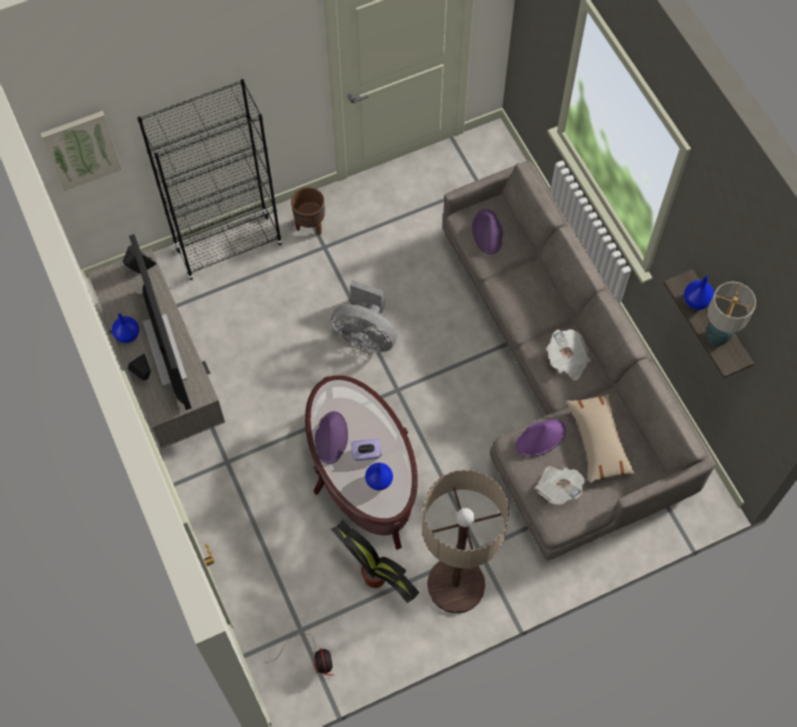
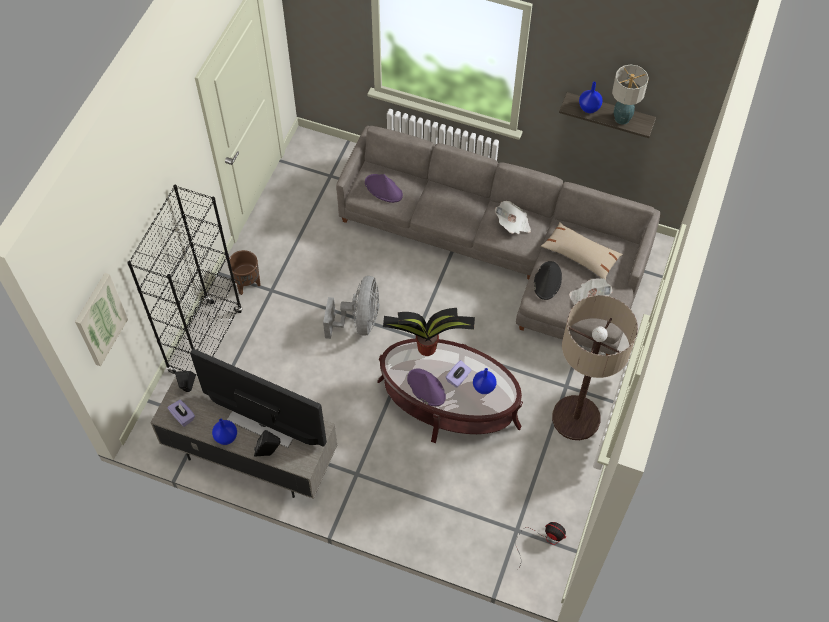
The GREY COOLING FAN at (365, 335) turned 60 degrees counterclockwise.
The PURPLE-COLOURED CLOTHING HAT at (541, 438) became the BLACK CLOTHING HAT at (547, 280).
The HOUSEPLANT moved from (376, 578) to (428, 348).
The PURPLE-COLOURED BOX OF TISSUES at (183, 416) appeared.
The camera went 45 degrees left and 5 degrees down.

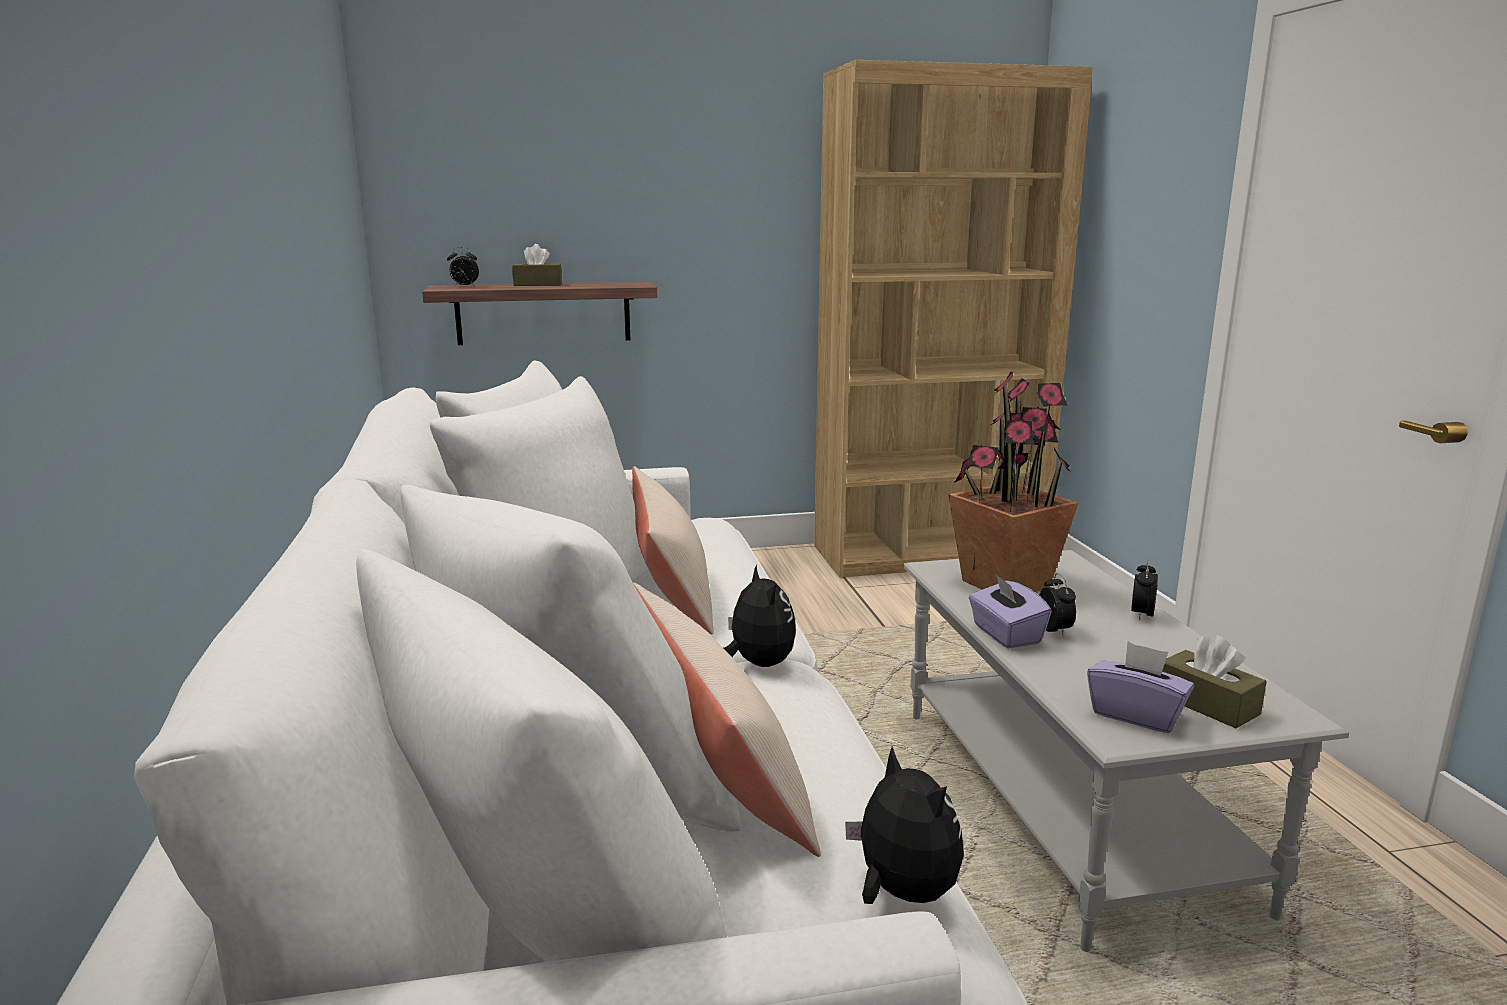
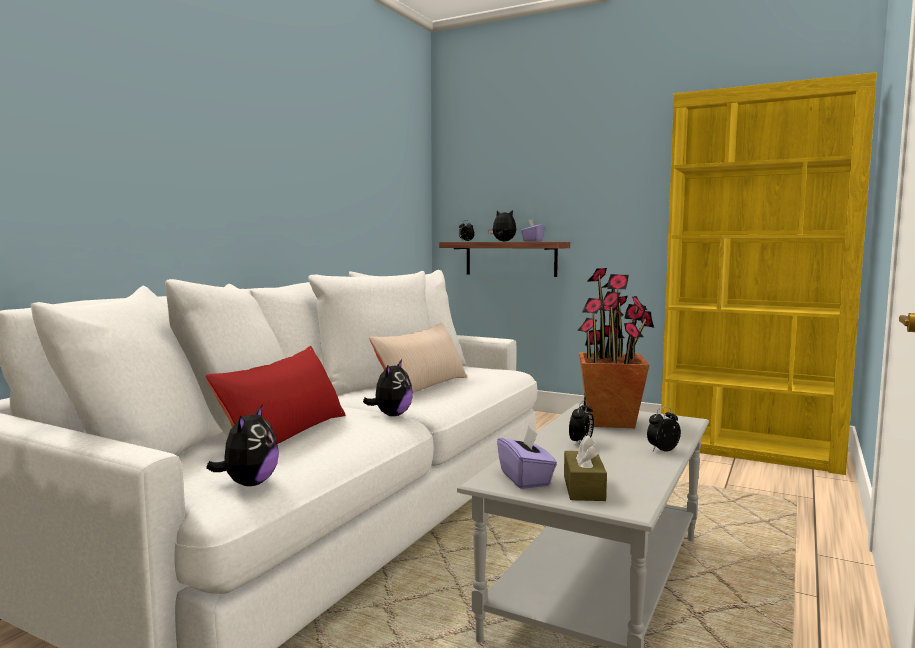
The BROWNISH BOOKCASE at (928, 554) became the YELLOWISH BOOKCASE at (750, 450).
The BROWNISH BOX OF TISSUES at (538, 284) was replaced by the CUDDLY TOY at (503, 241).
The PURPLE-COLOURED BOX OF TISSUES moved from (1005, 634) to (532, 241).
The BEIGE-COLOURED PILLOW at (716, 769) became the RED PILLOW at (285, 435).
The camera went 40 degrees right and 10 degrees down.

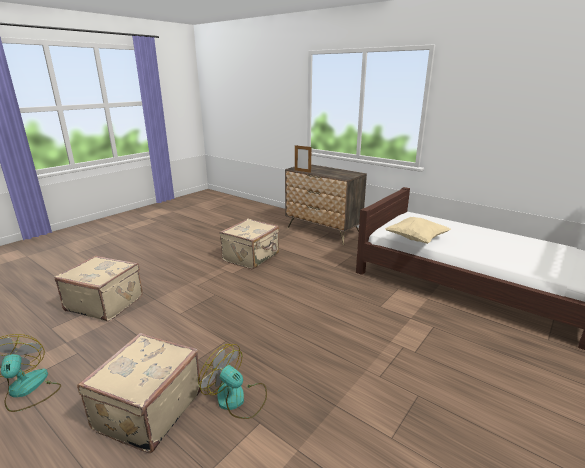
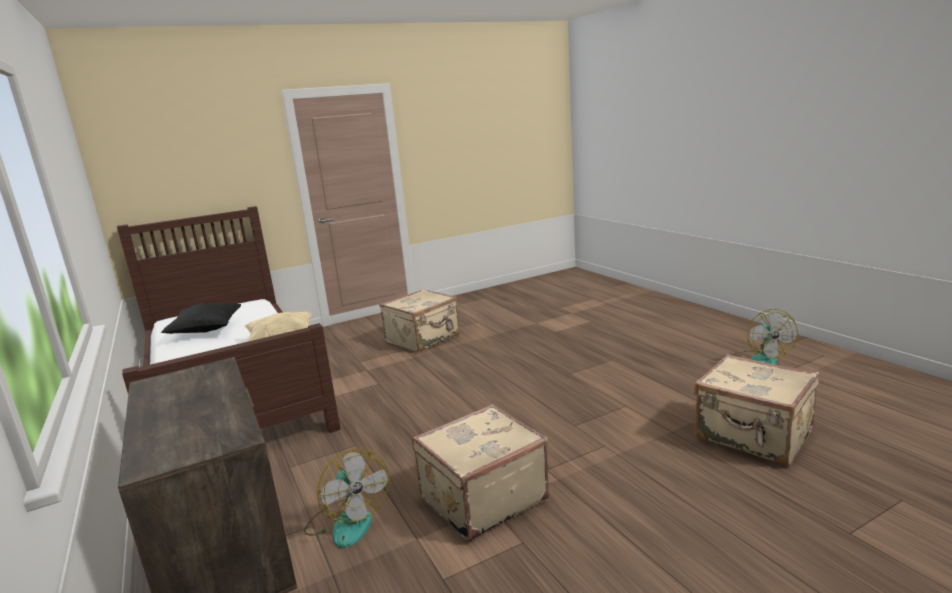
The PHOTO FRAME at (302, 171) disappeared.
The BEIGE-COLOURED SUITCASE moved from (147, 410) to (424, 339).
The COOLING FAN moved from (237, 399) to (348, 522).
The BLACK PILLOW at (206, 331) appeared.
The camera went 155 degrees left and 5 degrees down.

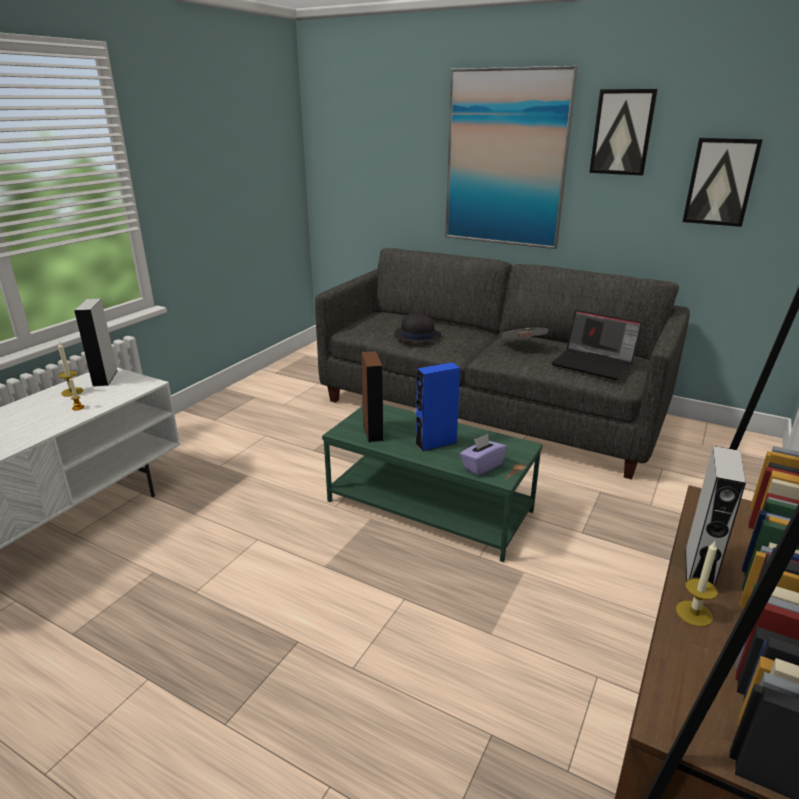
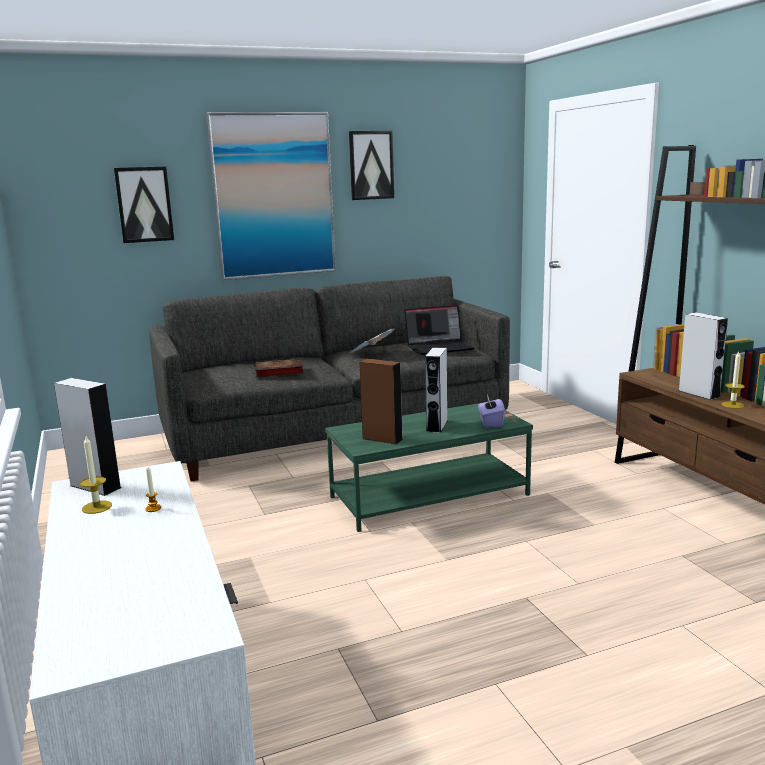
The WALL ART moved from (720, 182) to (144, 204).
The BLACK CLOTHING HAT at (417, 335) was replaced by the VOLUME at (278, 371).
The BLUISH LOUDSPEAKER at (436, 443) became the GREY LOUDSPEAKER at (437, 426).
The camera went 50 degrees left and 10 degrees down.

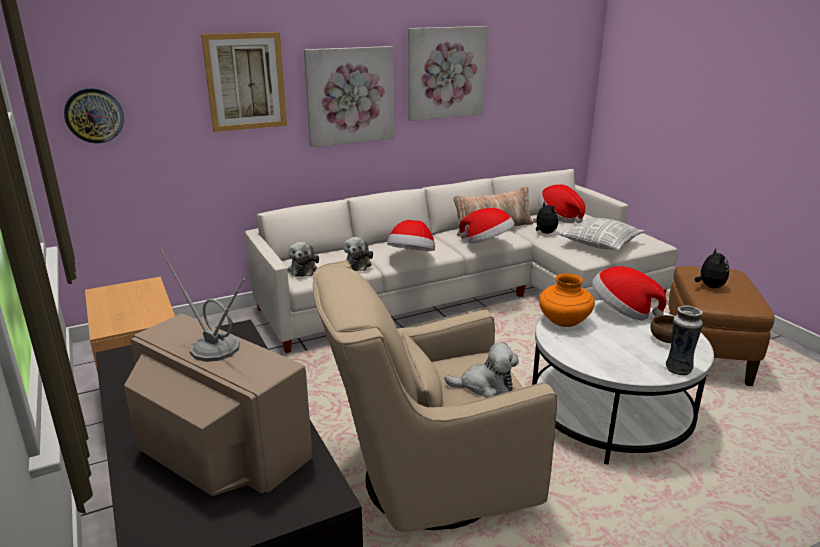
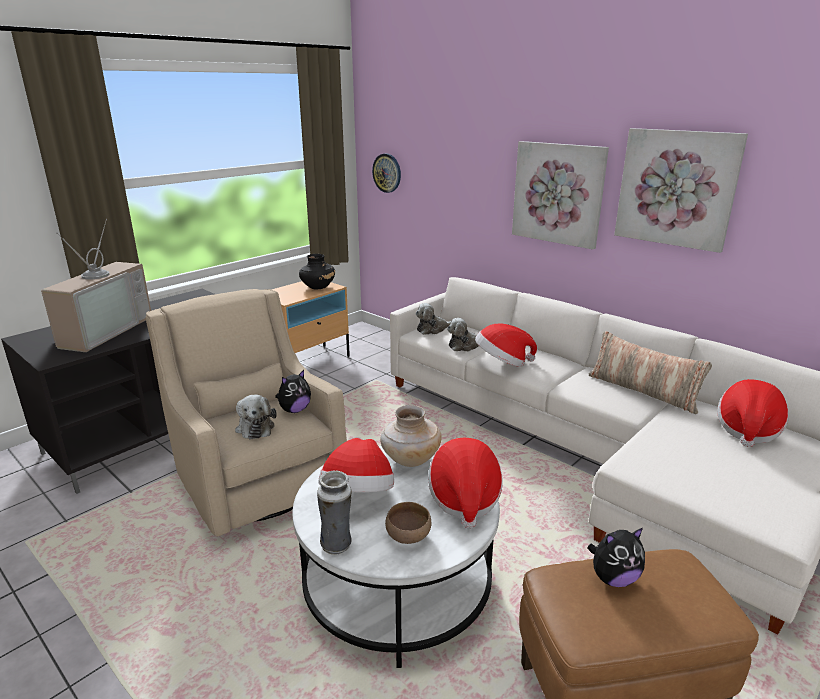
The WALL ART at (245, 82) disappeared.
The CUDDLY TOY moved from (544, 233) to (294, 410).
The CLOTHING HAT moved from (487, 243) to (358, 495).
The PILLOW at (600, 244) disappeared.
The ORANGE-COLOURED VASE at (563, 322) became the BEIGE-COLOURED VASE at (410, 459).
The BLACK VASE at (317, 287) appeared.
The camera went 70 degrees right and 0 degrees up.

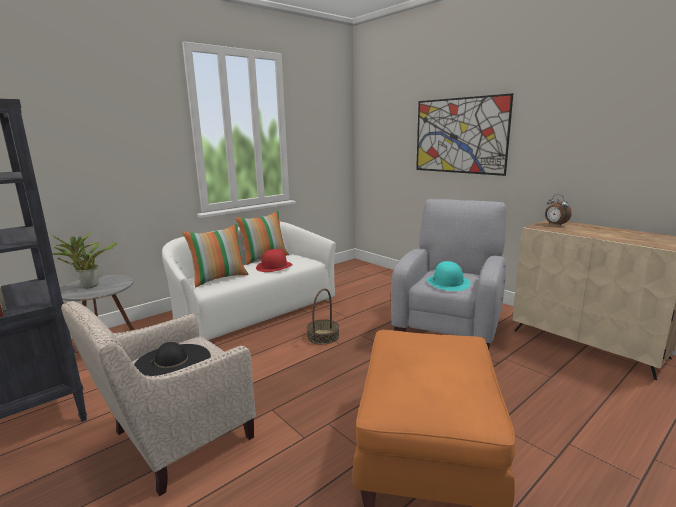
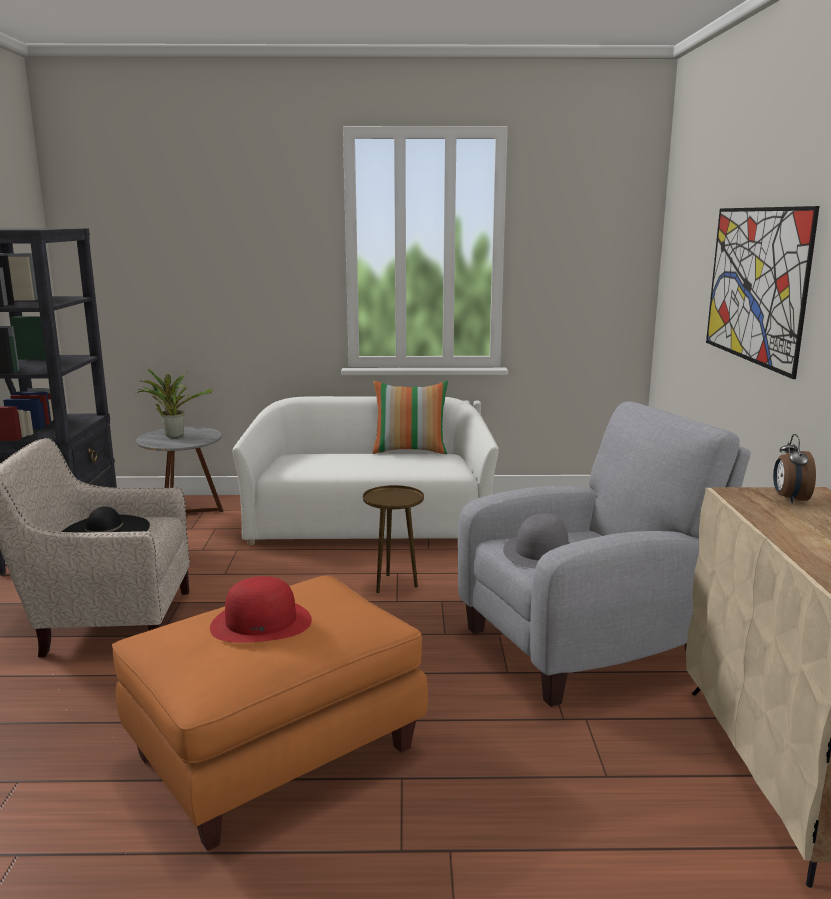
The PILLOW at (219, 278) disappeared.
The RED CLOTHING HAT moved from (274, 266) to (261, 622).
The TURQUOISE CLOTHING HAT at (448, 282) became the GREY CLOTHING HAT at (541, 552).
The HOUSEHOLD BASKET at (323, 336) was replaced by the BROWNISH SIDE TABLE at (394, 584).
The camera went 40 degrees right and 0 degrees up.

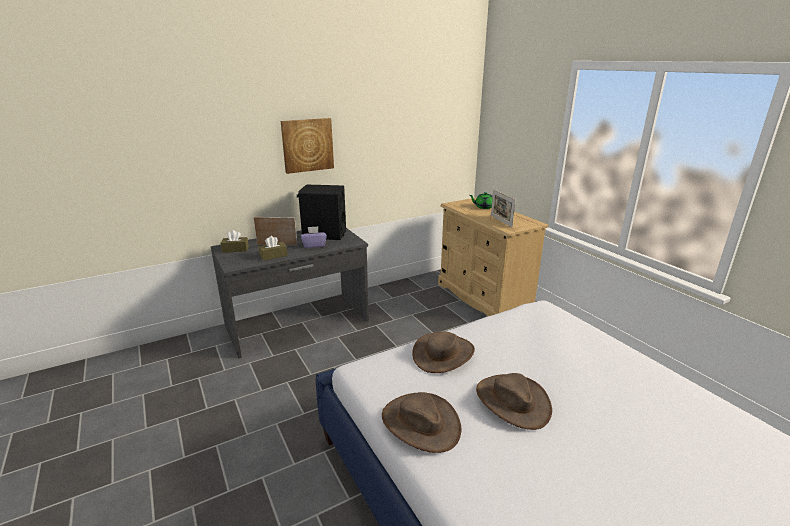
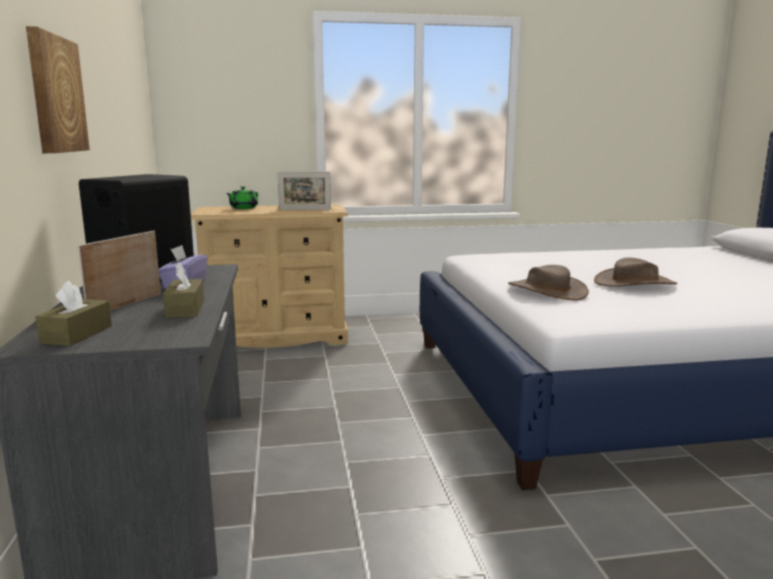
The BROWNISH CLOTHING HAT at (420, 423) disappeared.
The camera went 70 degrees left and 10 degrees down.

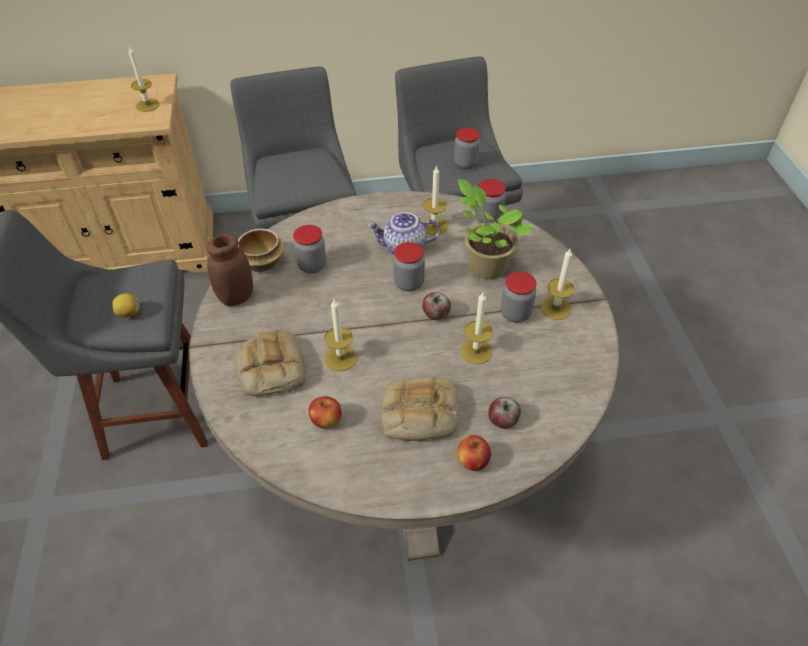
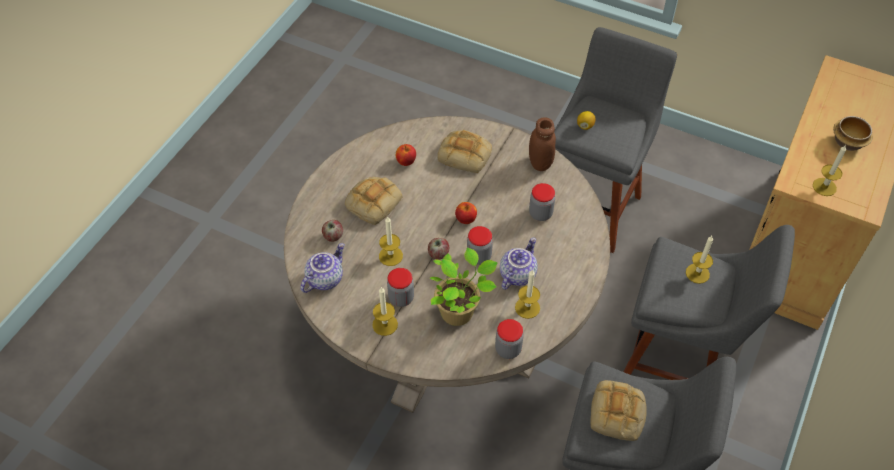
The JAR at (465, 163) was replaced by the BREAD at (618, 414).
The SERVING BOWL moved from (262, 263) to (847, 142).
The CANDLE moved from (340, 358) to (697, 273).
The APPLE moved from (472, 462) to (465, 219).
The POT FOR TEA at (324, 278) appeared.
The camera went 125 degrees right and 5 degrees up.

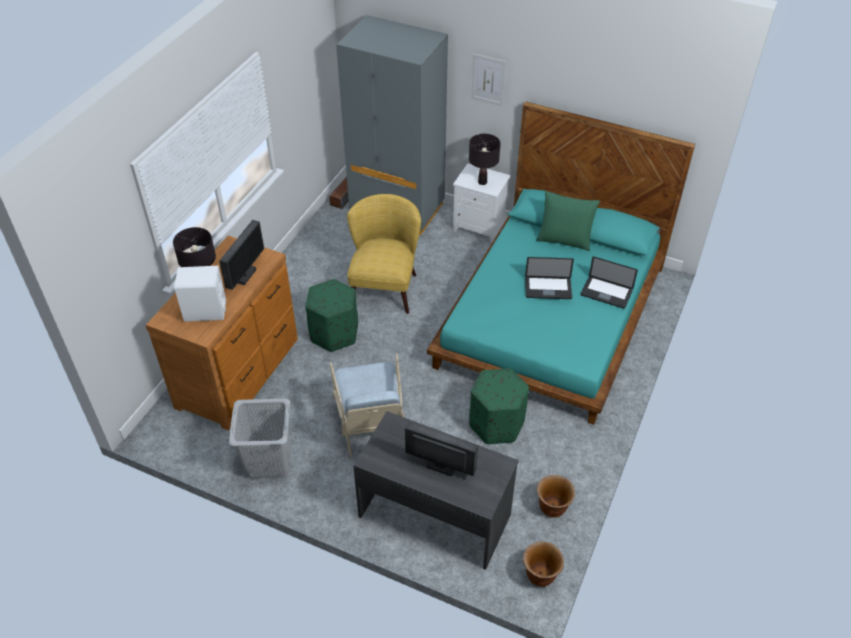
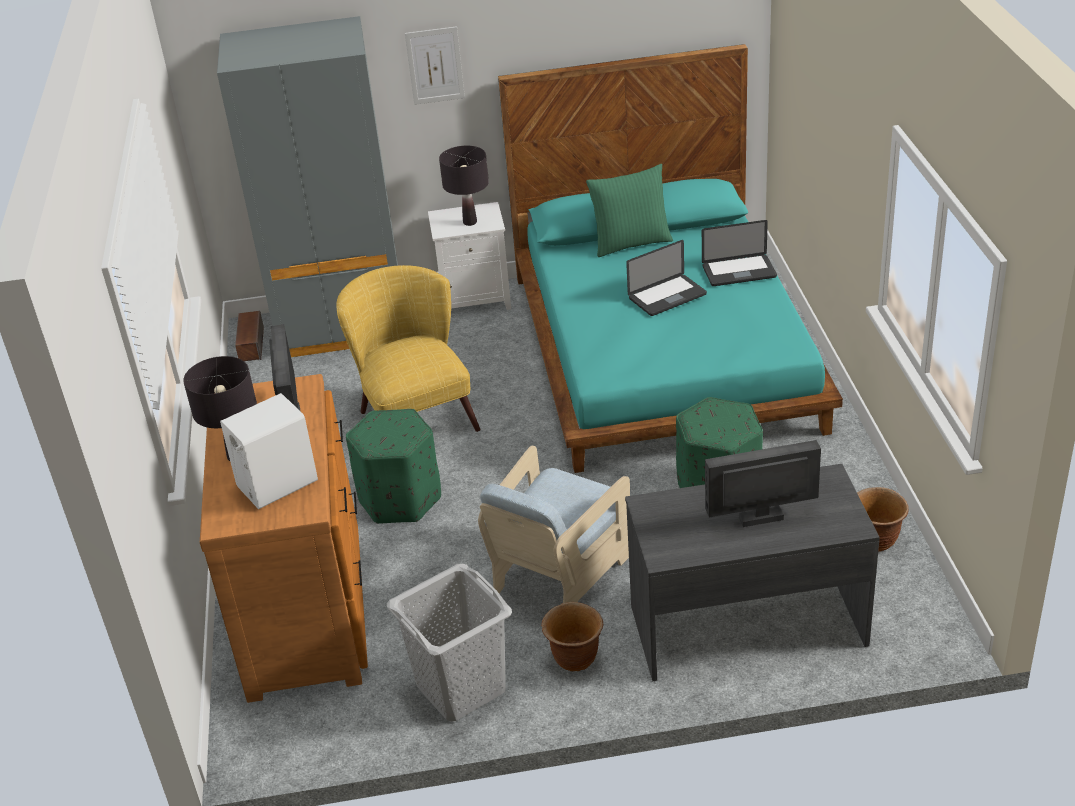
The BEIGE-COLOURED EASY CHAIR at (371, 424) turned 75 degrees clockwise.
The BROWNISH PLANT POT moved from (540, 575) to (574, 658).
The camera went 30 degrees left and 10 degrees down.

